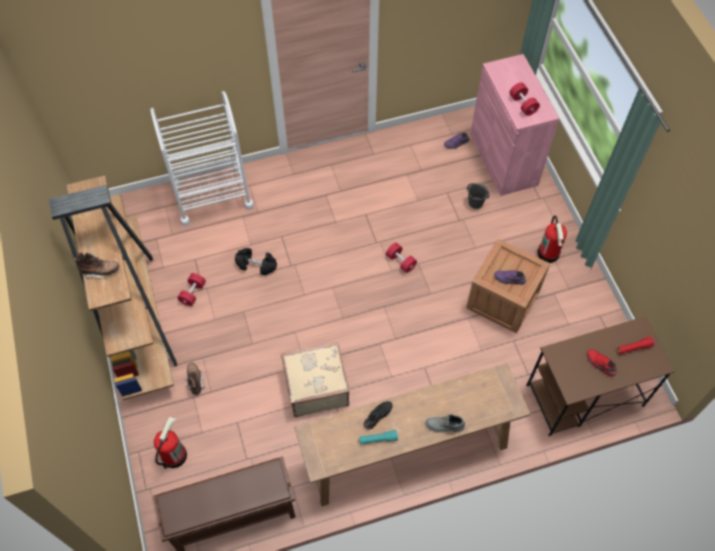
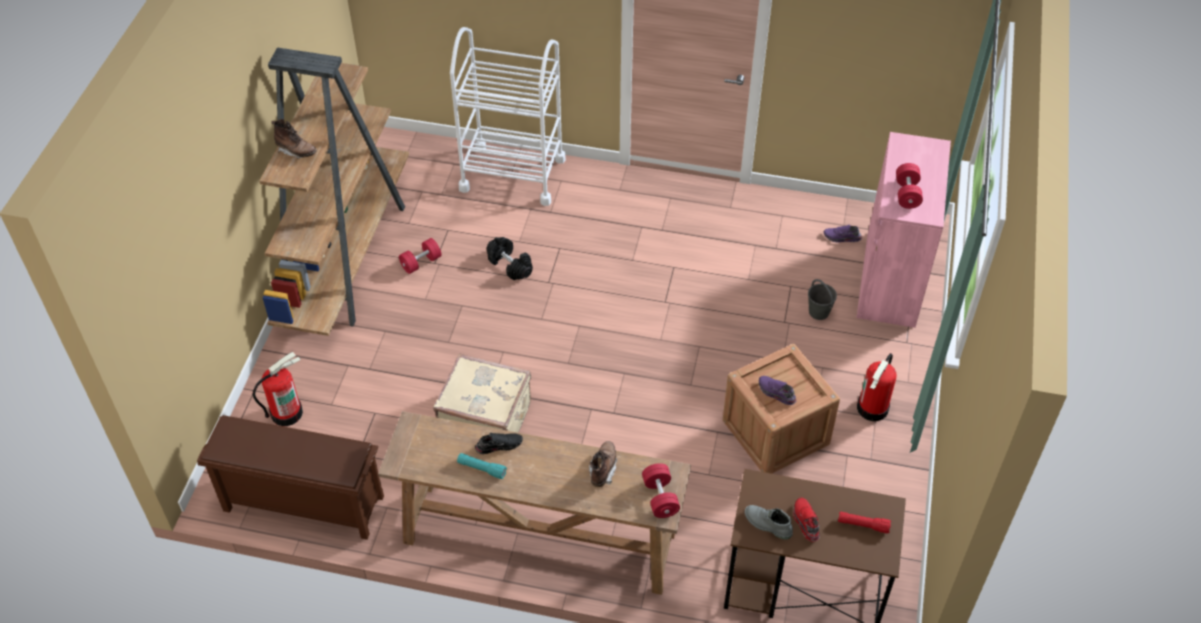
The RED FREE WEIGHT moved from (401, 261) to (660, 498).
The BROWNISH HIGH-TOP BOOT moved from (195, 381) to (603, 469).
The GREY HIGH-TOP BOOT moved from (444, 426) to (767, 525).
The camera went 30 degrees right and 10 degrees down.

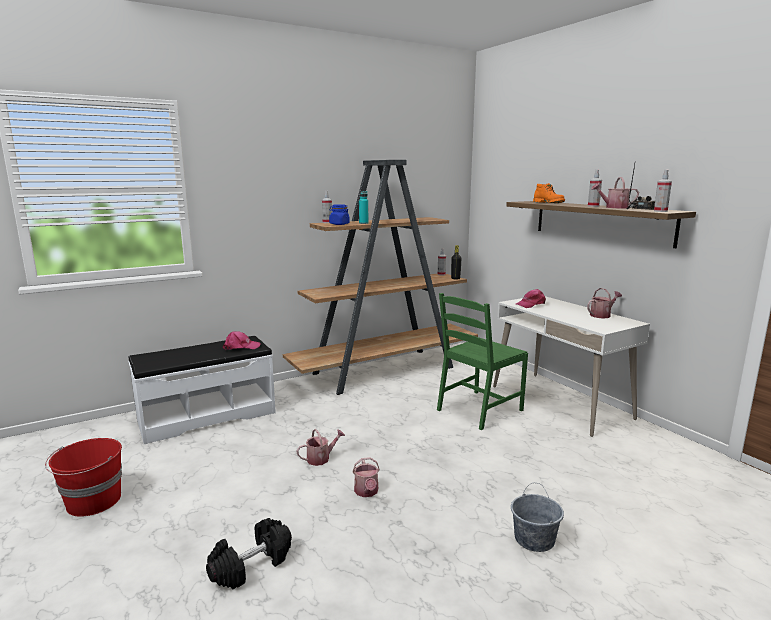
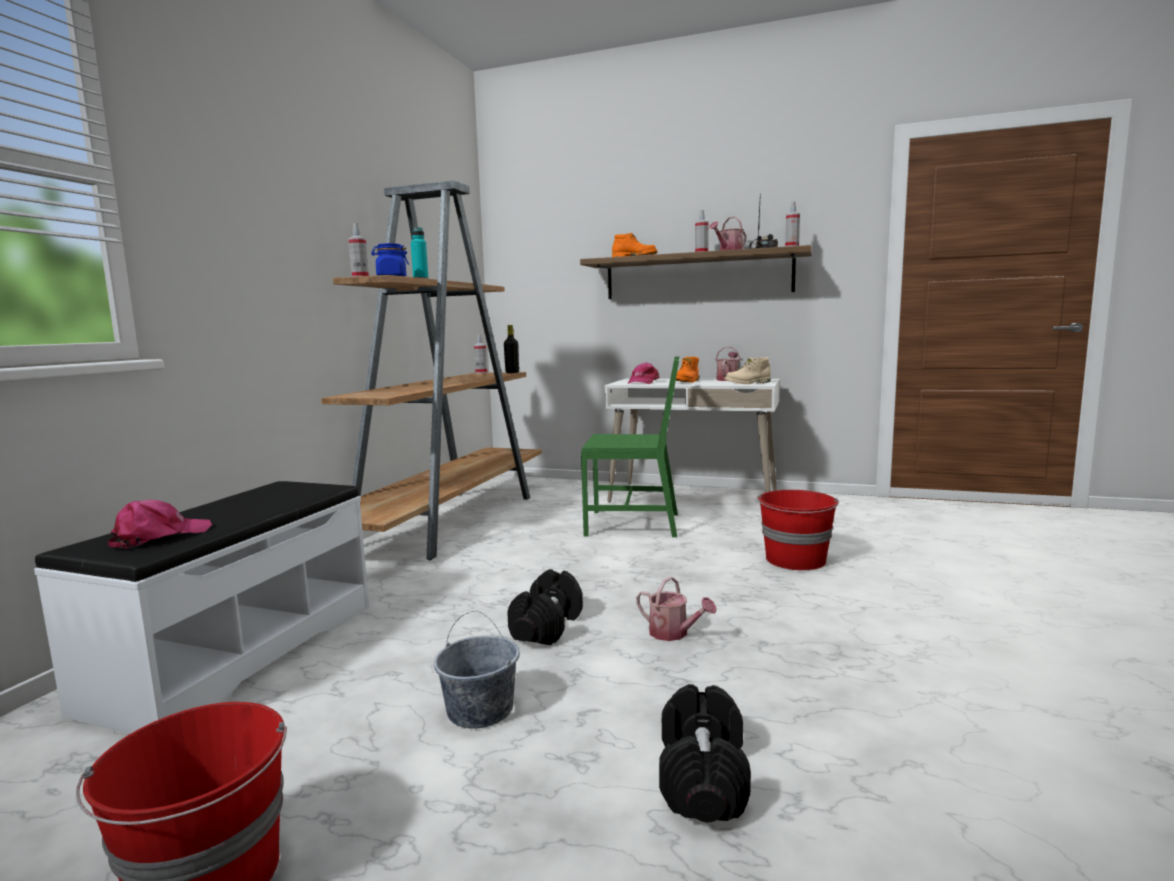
The GREENISH PLAIN CHAIR at (479, 410) turned 90 degrees counterclockwise.
The PINK CAP moved from (241, 347) to (159, 536).
The SPRINKLING CAN at (321, 458) was replaced by the BLACK FREE WEIGHT at (547, 627).
The GREY WATER BUCKET moved from (534, 538) to (479, 710).
The ORANGE-COLOURED HIGH-TOP BOOT at (687, 381) appeared.
The BEIGE-COLOURED HIGH-TOP BOOT at (748, 383) appeared.
The RED WATER BUCKET at (796, 560) appeared.
The camera went 40 degrees left and 5 degrees down.

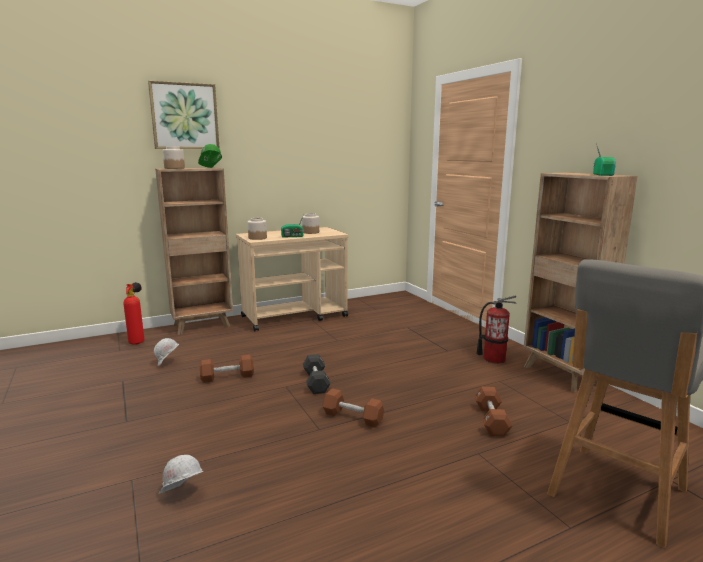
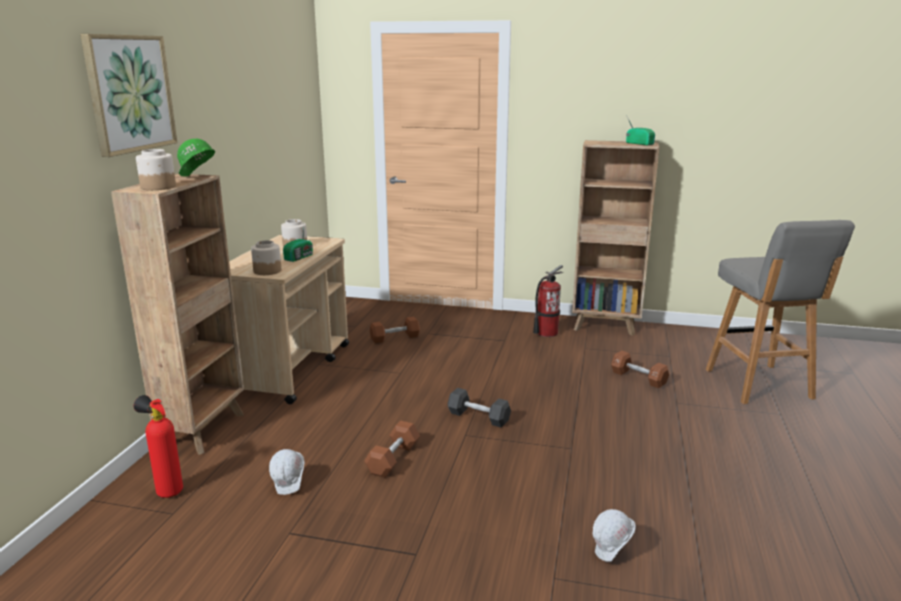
The BROWNISH FREE WEIGHT moved from (353, 417) to (395, 338).
The camera went 50 degrees left and 5 degrees up.

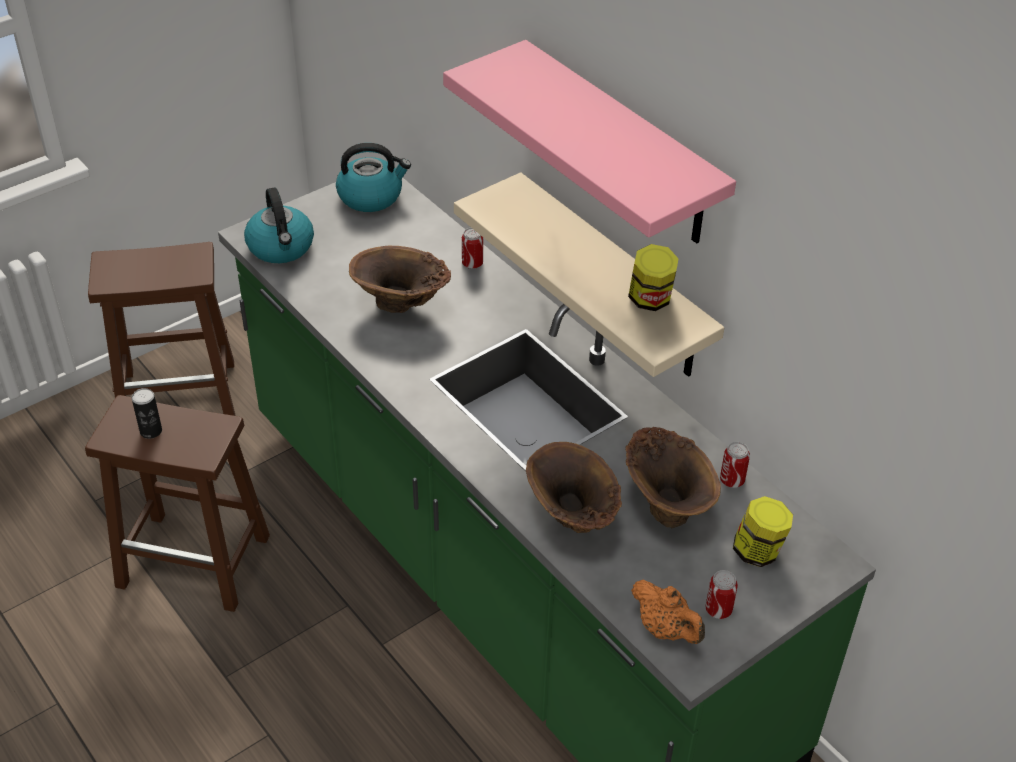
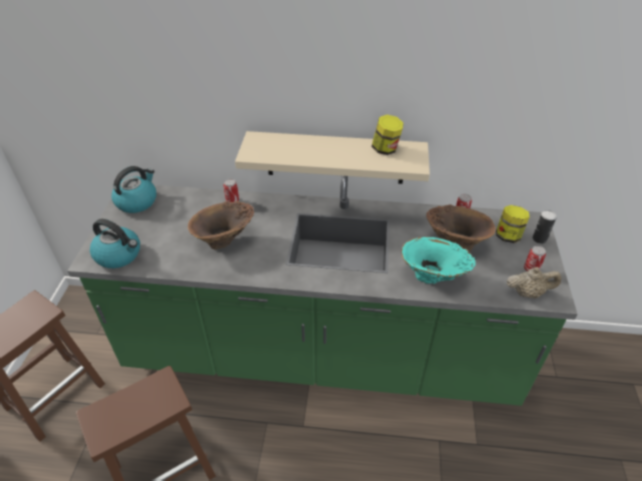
The PINK WALL SHELF at (621, 145) disappeared.
The SEALED CAN moved from (151, 431) to (539, 239).
The BROWNISH VASE at (571, 521) became the TURQUOISE VASE at (432, 279).
The ORANGE-COLOURED POT FOR TEA at (666, 629) became the BEIGE-COLOURED POT FOR TEA at (528, 293).
The camera went 45 degrees left and 0 degrees up.

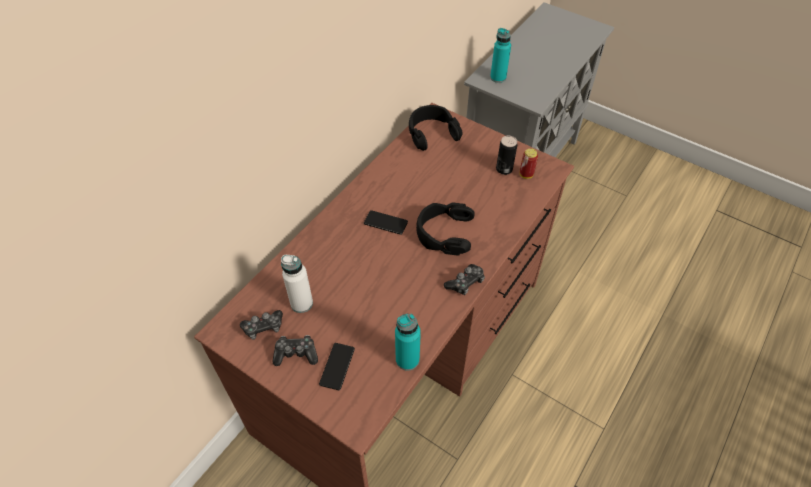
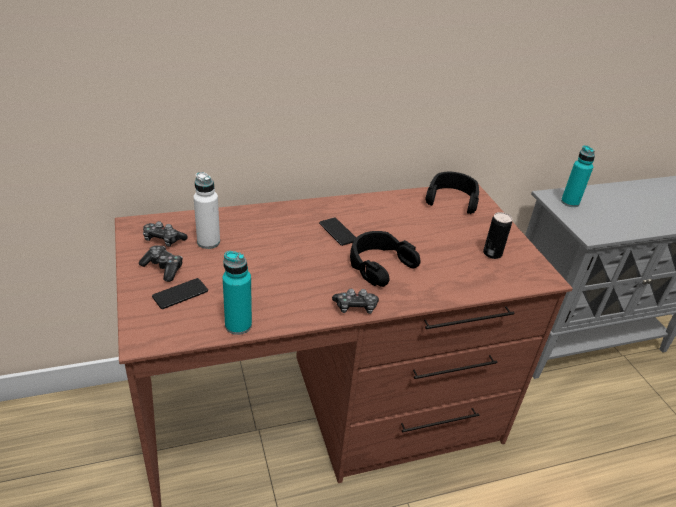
The SEALED CAN at (526, 174) disappeared.
The camera went 35 degrees right and 15 degrees down.

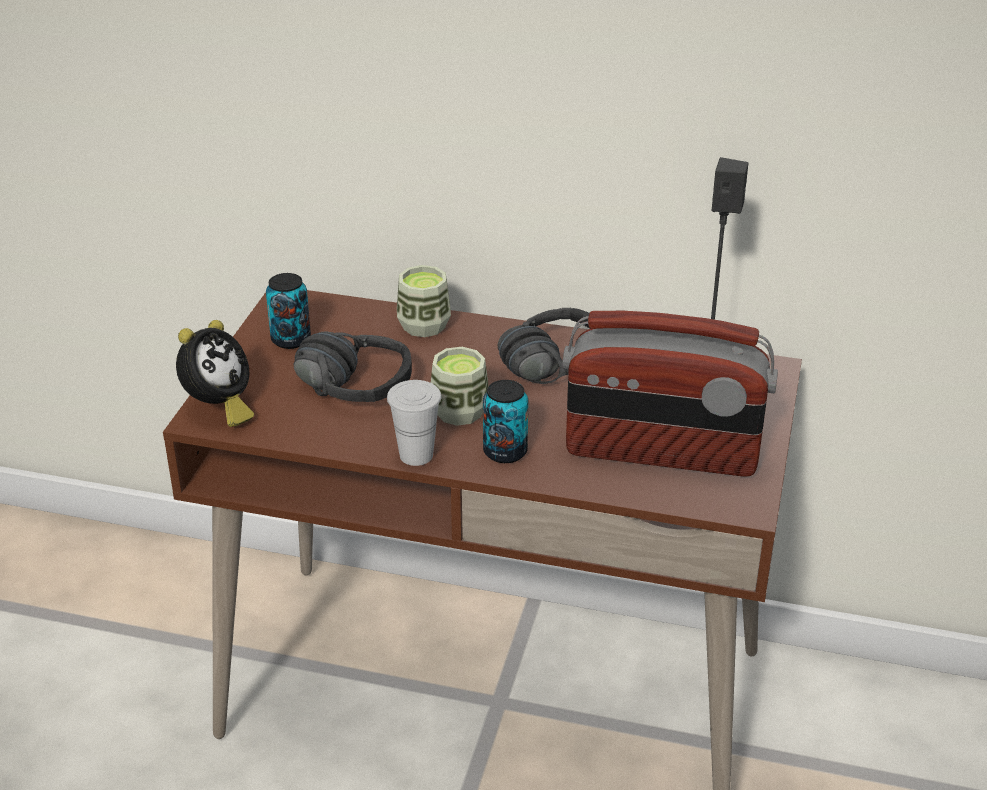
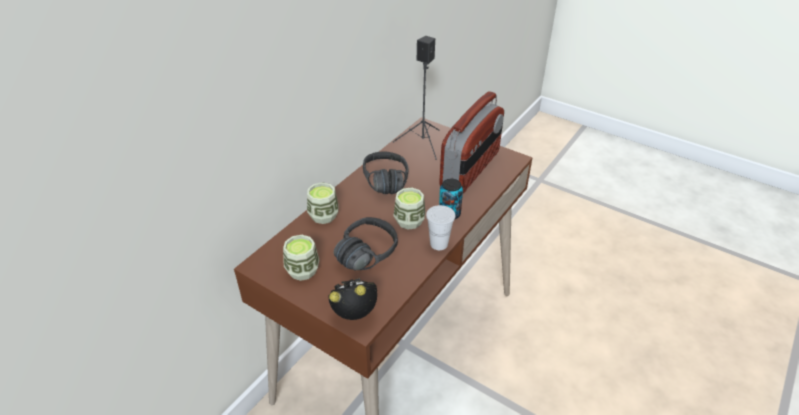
The SEALED CAN at (291, 339) was replaced by the CUP at (302, 270).
The ALARM CLOCK at (218, 408) turned 60 degrees counterclockwise.
The camera went 70 degrees left and 5 degrees up.

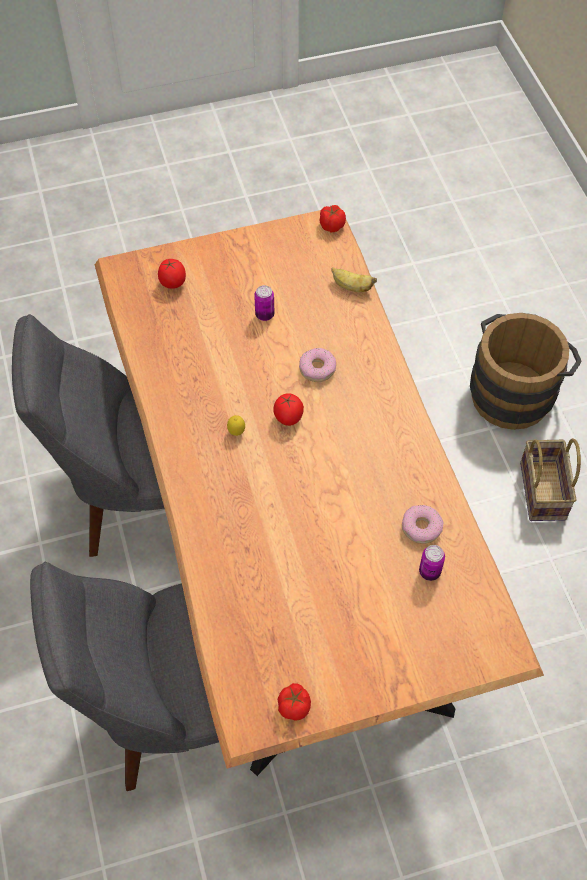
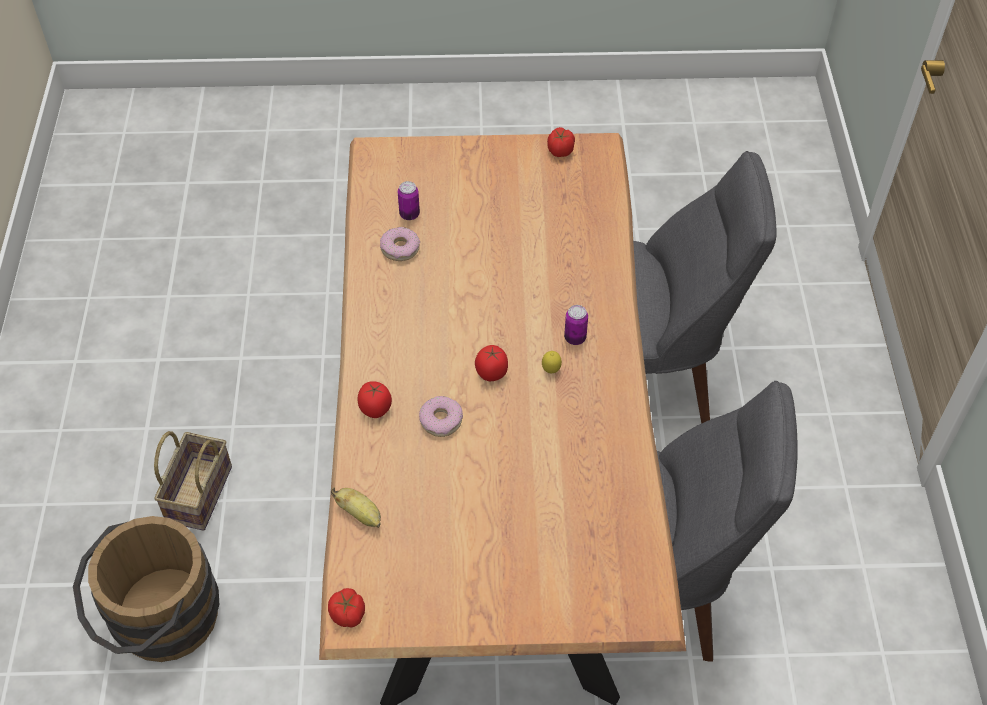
The WHOLE TOMATO moved from (173, 283) to (375, 409).
The SEALED CAN moved from (264, 315) to (575, 338).
The camera went 165 degrees left and 5 degrees down.

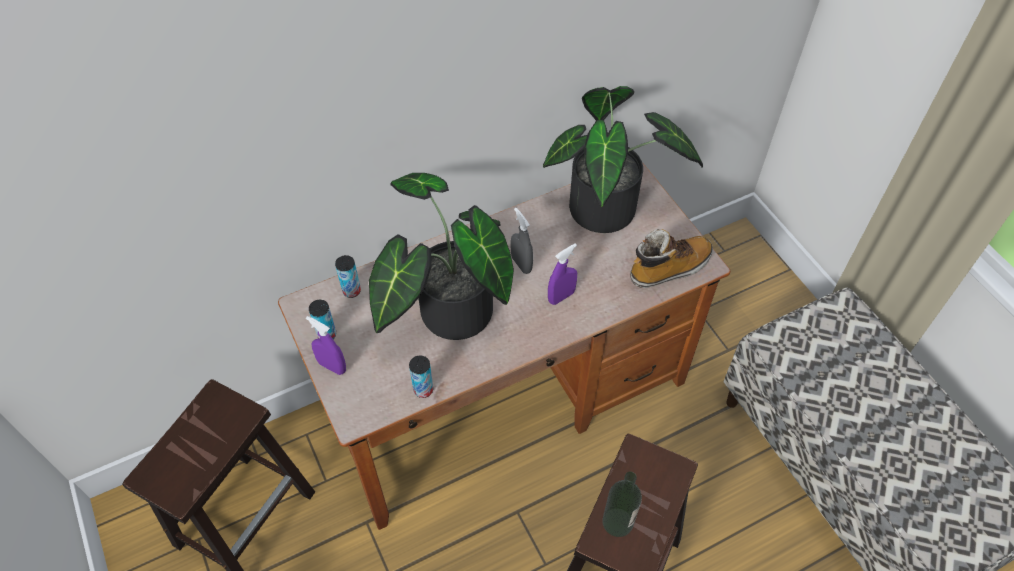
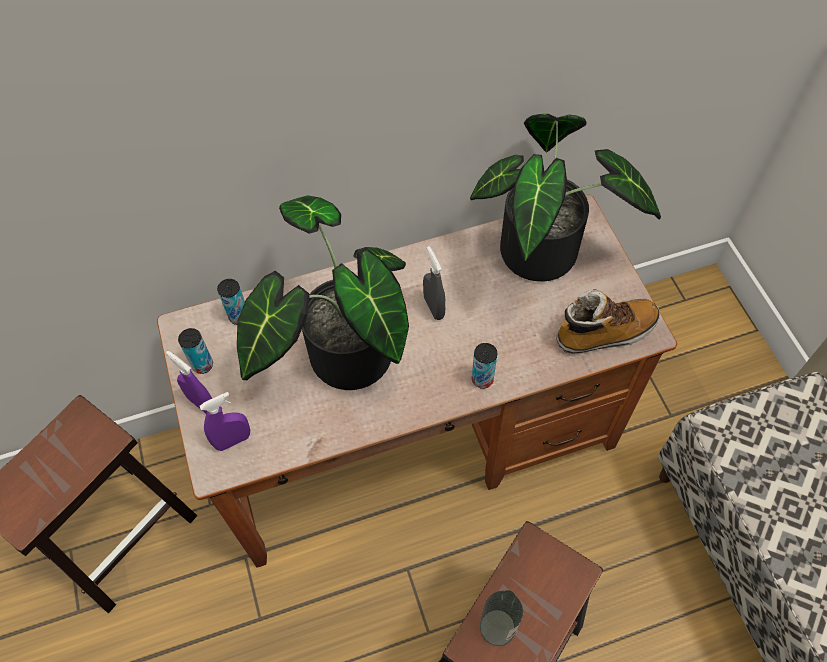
The PURPLE-COLOURED HAND SPRAYER moved from (561, 296) to (233, 440).
The SEALED CAN moved from (423, 390) to (482, 379).
The camera went 10 degrees right and 5 degrees up.

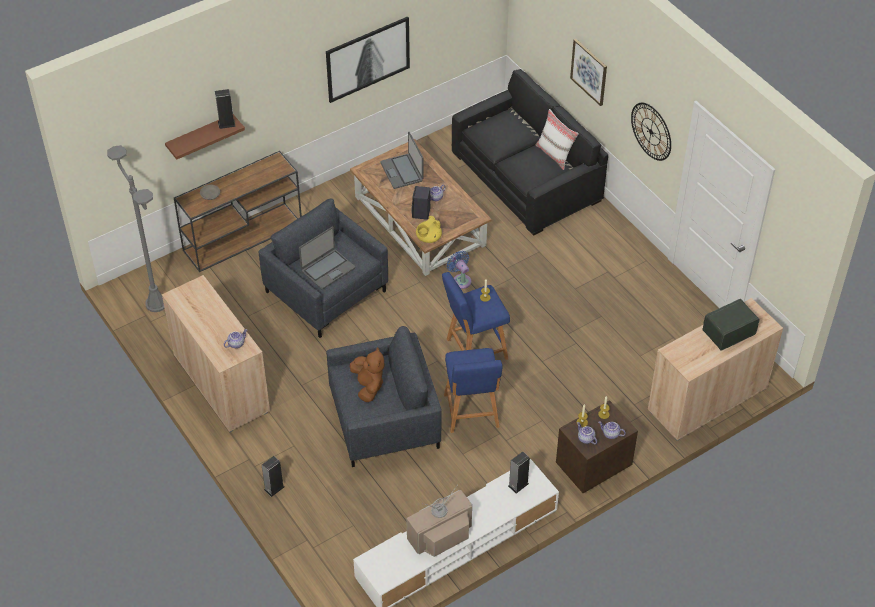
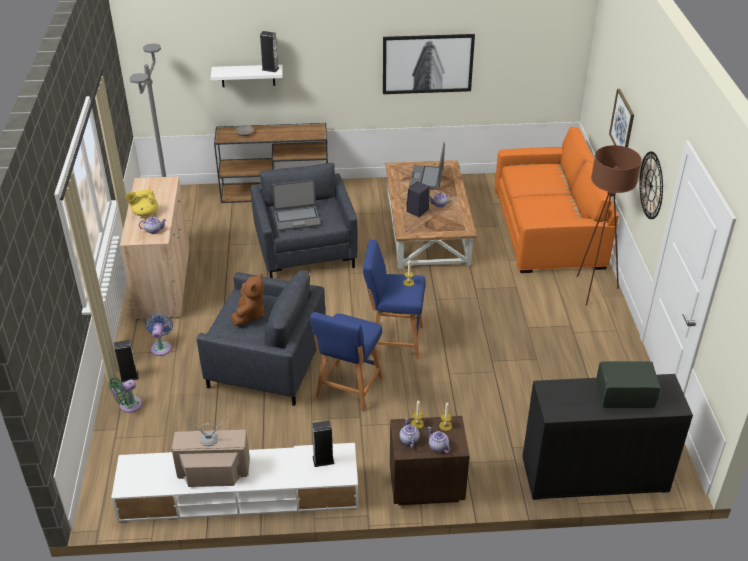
The BLACK SETTEE at (527, 177) became the ORANGE-COLOURED SETTEE at (549, 229).
The WHITE-COLOURED PILLOW at (555, 154) disappeared.
The BROWNISH WALL SHELF at (200, 137) became the WHITE-COLOURED WALL SHELF at (248, 75).
The YELLOWISH POT FOR TEA moved from (428, 238) to (144, 213).
The BLUISH COOLING FAN moved from (460, 280) to (161, 347).
The BEIGE-COLOURED STORAGE CABINET at (707, 399) became the BLACK STORAGE CABINET at (594, 475).
The BROWNISH FLOOR LAMP at (593, 290) appeared.
The GREENISH COOLING FAN at (128, 406) appeared.
The camera went 30 degrees right and 10 degrees down.

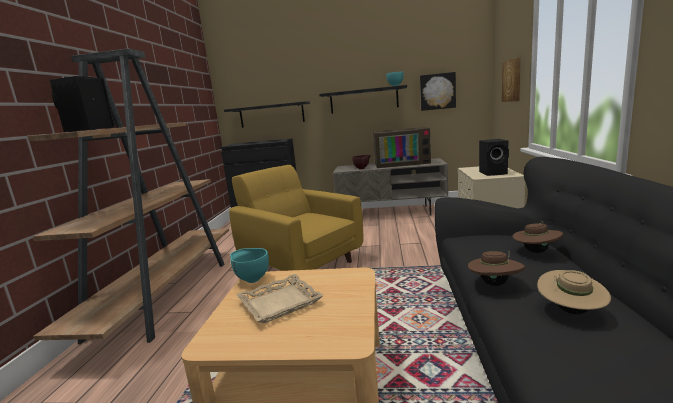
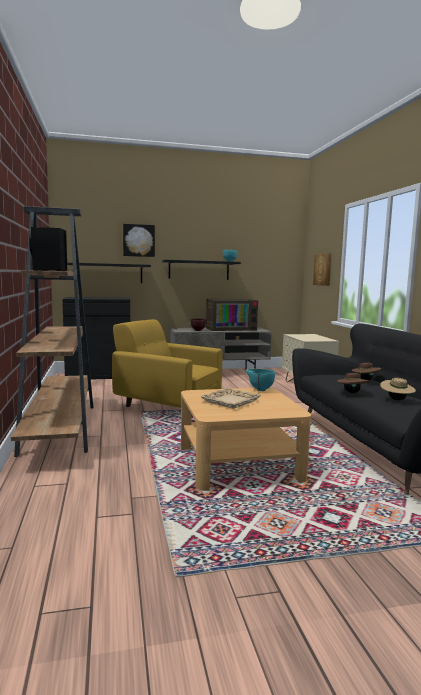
The WALL ART moved from (437, 91) to (138, 240).
The BLACK LOUDSPEAKER at (494, 173) disappeared.
The TURQUOISE SERVING BOWL moved from (252, 279) to (259, 390).
The camera went 20 degrees left and 5 degrees down.

